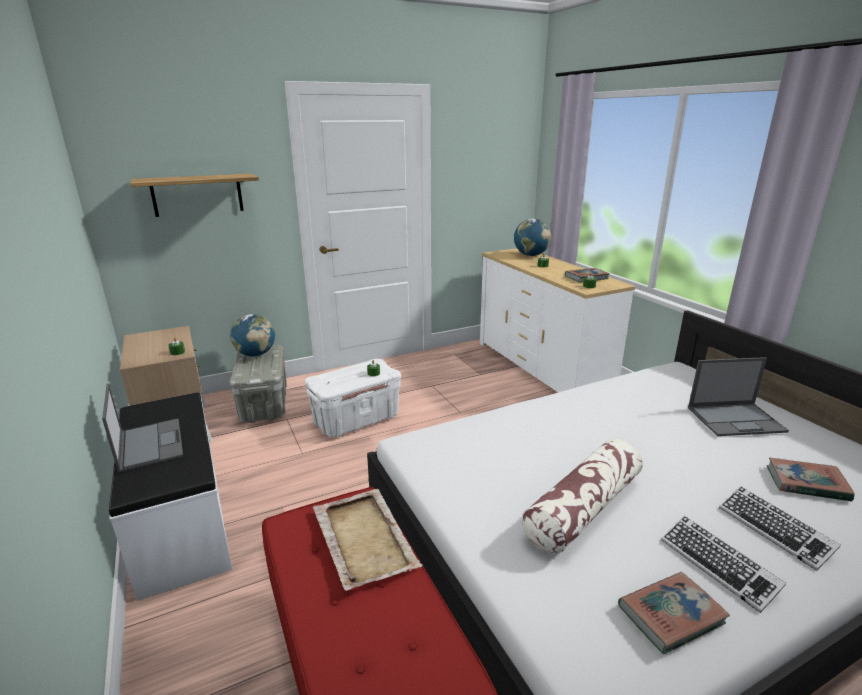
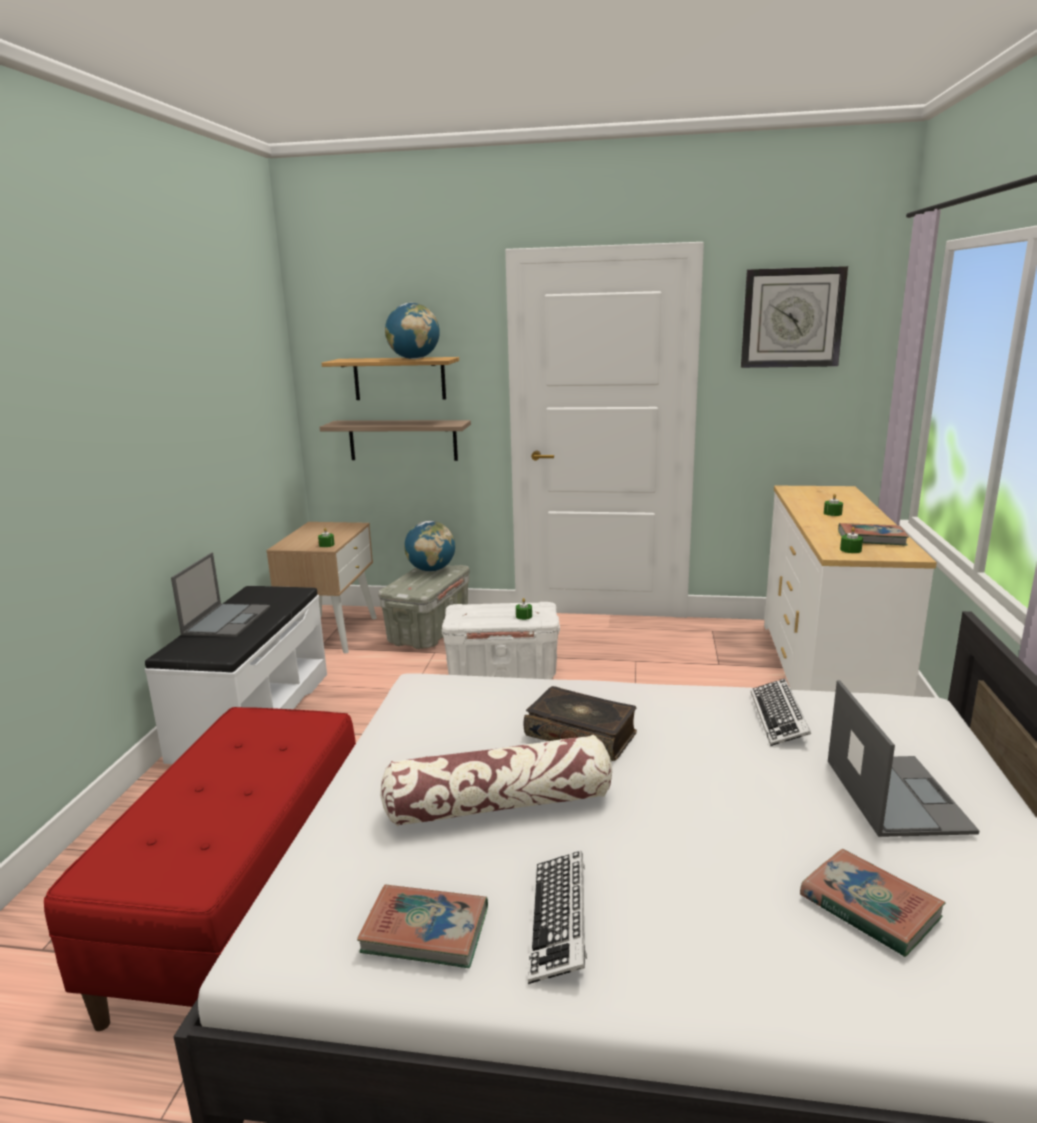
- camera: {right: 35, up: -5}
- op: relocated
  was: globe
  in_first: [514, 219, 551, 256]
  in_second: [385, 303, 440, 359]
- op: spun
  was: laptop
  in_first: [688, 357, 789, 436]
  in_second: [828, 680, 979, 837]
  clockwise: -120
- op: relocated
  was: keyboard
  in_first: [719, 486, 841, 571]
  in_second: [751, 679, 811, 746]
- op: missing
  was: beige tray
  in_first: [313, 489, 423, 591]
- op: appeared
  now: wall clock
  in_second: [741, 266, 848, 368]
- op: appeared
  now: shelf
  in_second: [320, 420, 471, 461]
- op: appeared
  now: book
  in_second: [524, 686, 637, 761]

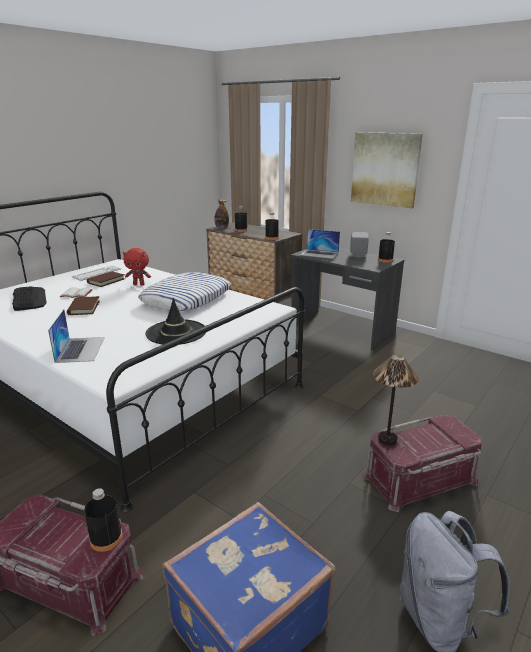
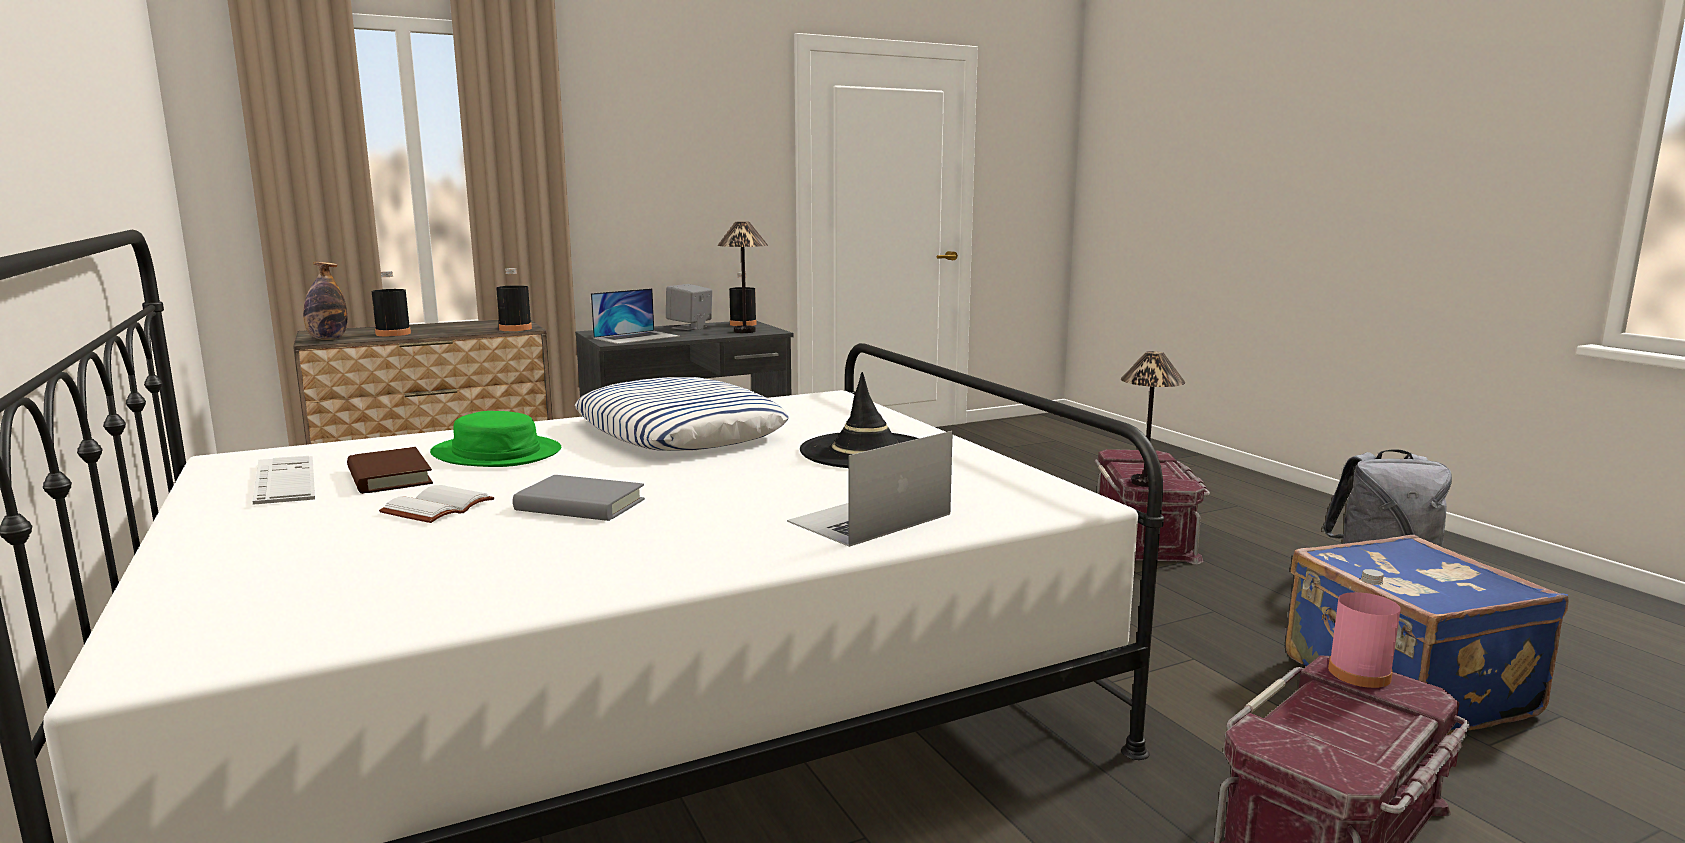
- camera: {right: -65, up: -10}
- op: missing
  was: picture
  in_first: [351, 132, 423, 208]
- op: exchanged
  was: red plush toy
  now: green hat
  in_first: [123, 248, 151, 285]
  in_second: [430, 411, 561, 467]
- op: missing
  was: keyboard
  in_first: [12, 286, 47, 311]
- op: colour
  was: brown book
  now: grey book
  in_first: [67, 296, 100, 315]
  in_second: [513, 475, 645, 521]
- op: spun
  was: laptop
  in_first: [48, 309, 105, 363]
  in_second: [787, 431, 953, 547]
  clockwise: -60
- op: colour
  was: black bottle
  now: pink bottle
  in_first: [84, 488, 122, 552]
  in_second: [1328, 569, 1400, 688]
- op: appeared
  now: table lamp
  in_second: [717, 222, 768, 333]

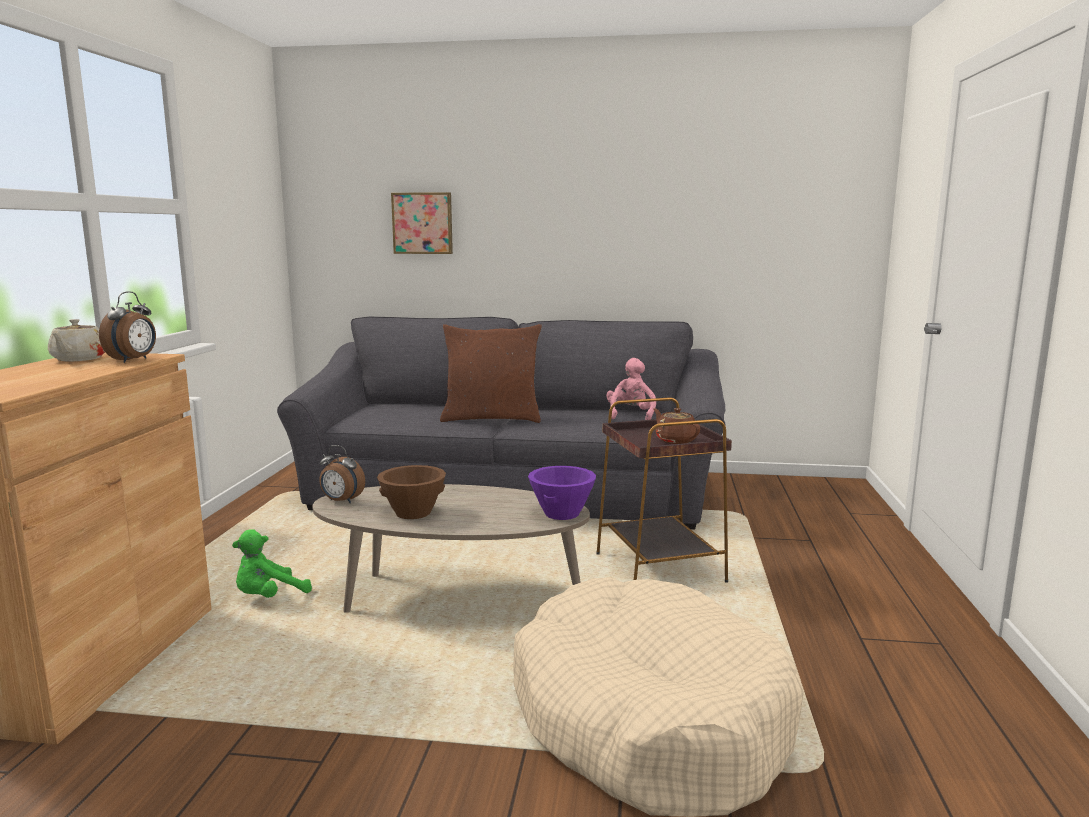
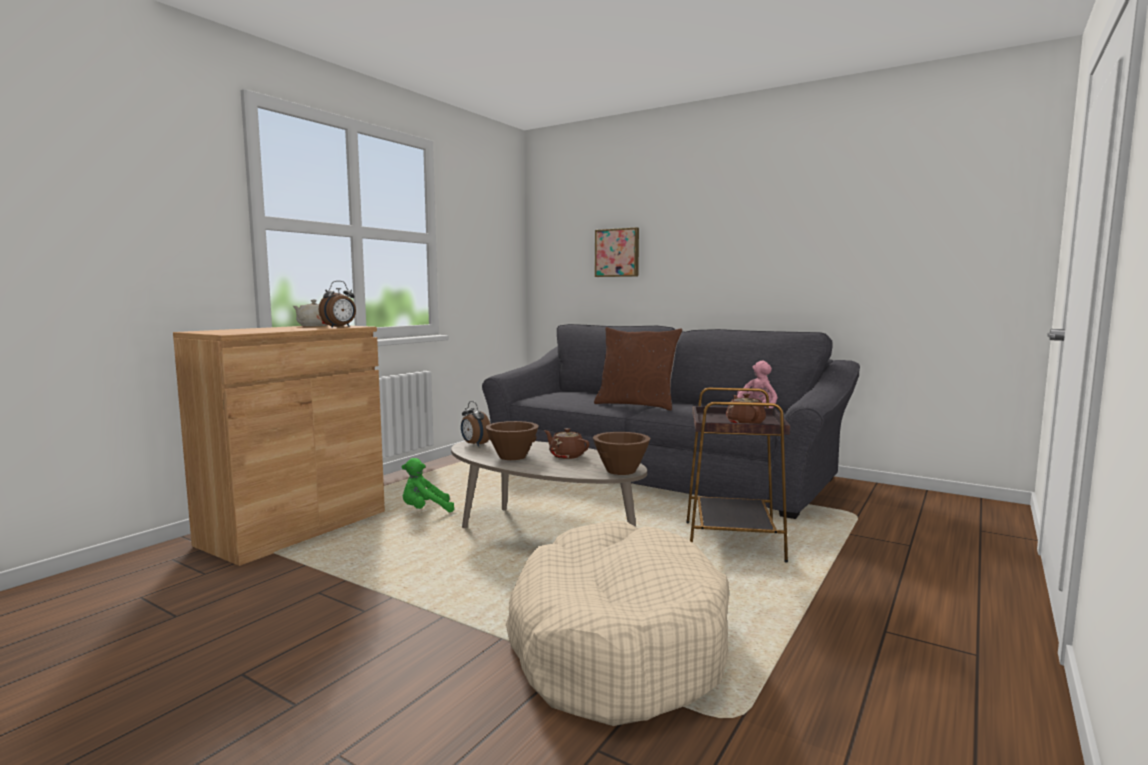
- camera: {right: 25, up: -5}
- op: colour
  was: purple bowl
  now: brown bowl
  in_first: [528, 466, 596, 520]
  in_second: [593, 432, 650, 475]
- op: appeared
  now: brown teapot
  in_second: [544, 428, 589, 459]

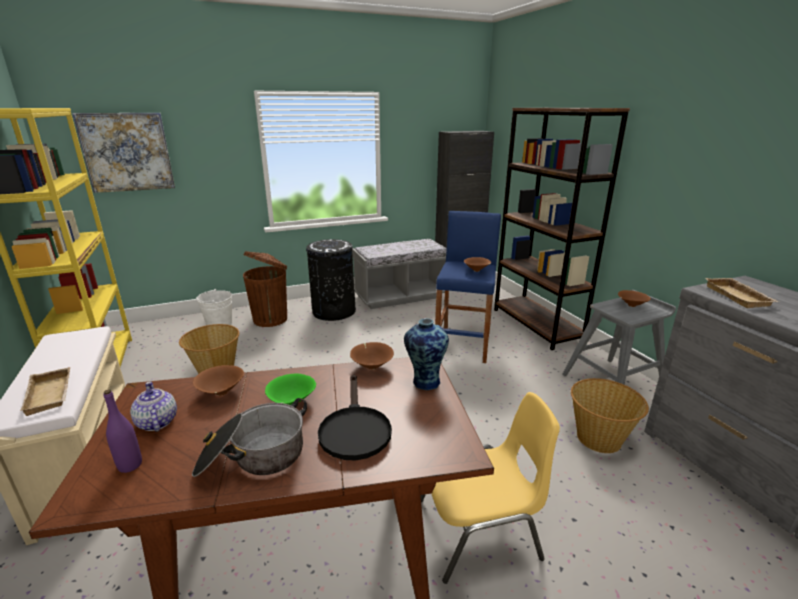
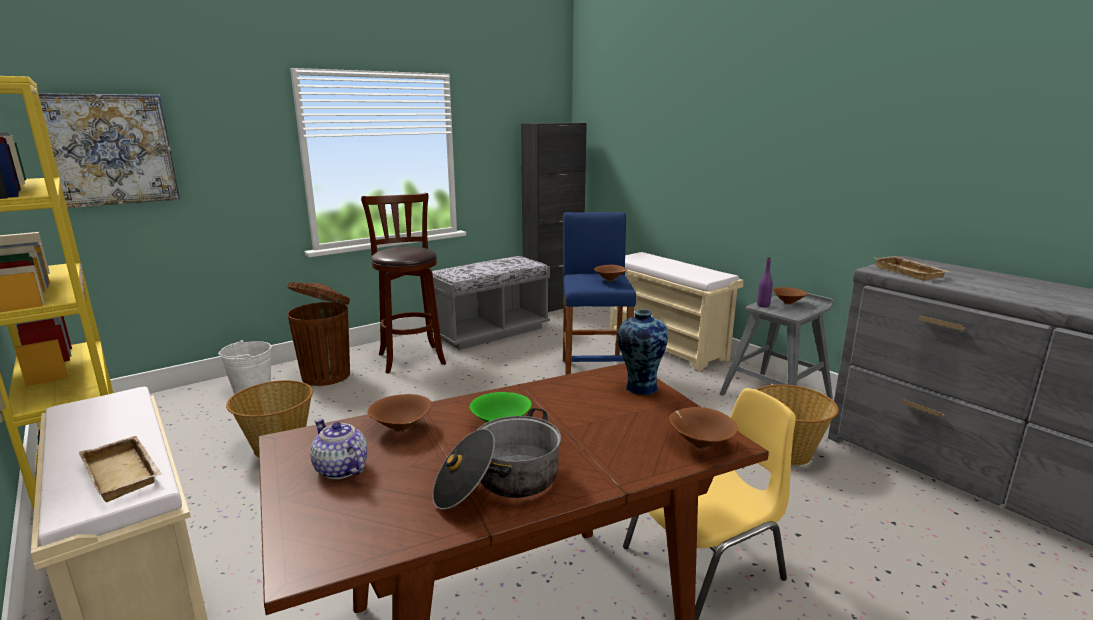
- camera: {right: -15, up: -5}
- op: exchanged
  was: brown bookcase
  now: beige bench
  in_first: [494, 108, 630, 350]
  in_second: [610, 252, 744, 372]
- op: exchanged
  was: black trash can
  now: brown stool
  in_first: [306, 239, 356, 321]
  in_second: [361, 193, 446, 373]
- op: relocated
  was: brown bowl
  in_first: [350, 342, 394, 370]
  in_second: [669, 407, 738, 449]
- op: missing
  was: black frying pan
  in_first: [318, 374, 392, 460]
- op: relocated
  was: purple bottle
  in_first: [103, 389, 142, 473]
  in_second: [757, 258, 773, 307]

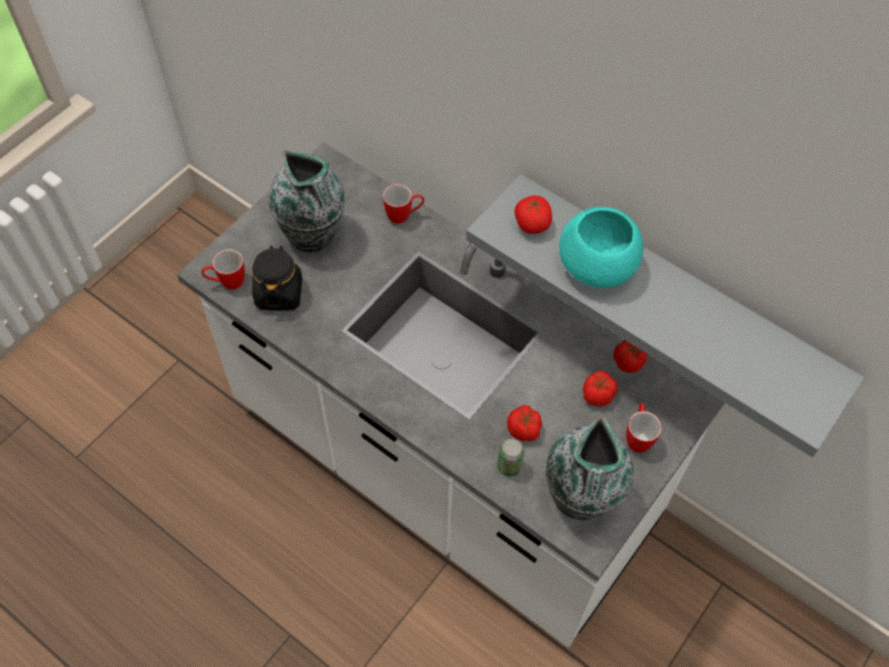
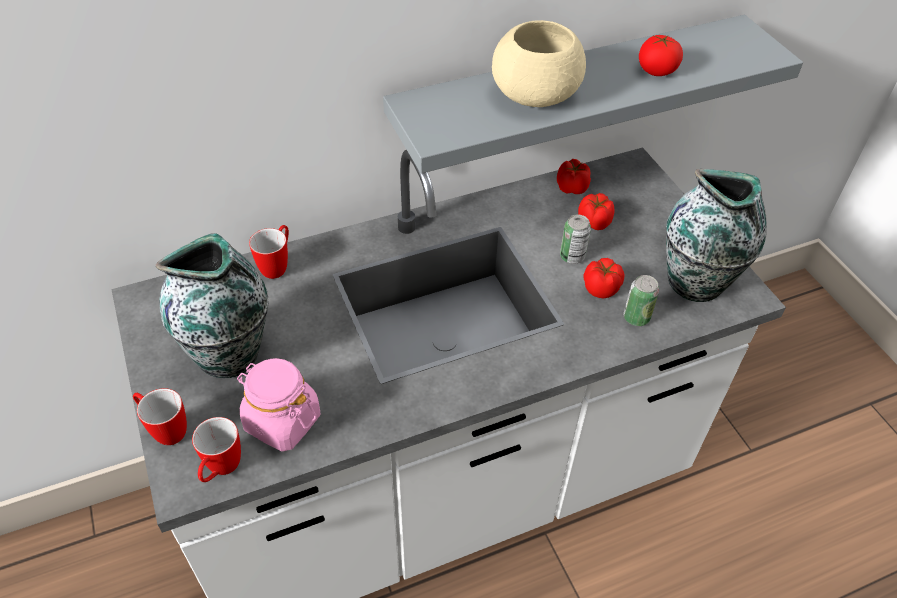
- camera: {right: -60, up: -10}
- op: relocated
  was: tomato
  in_first: [515, 196, 552, 234]
  in_second: [639, 35, 683, 76]
- op: colour
  was: turquoise bowl
  now: beige bowl
  in_first: [559, 207, 643, 288]
  in_second: [492, 20, 586, 107]
- op: colour
  was: black jar
  now: pink jar
  in_first: [252, 246, 302, 311]
  in_second: [237, 358, 320, 452]
- op: relocated
  was: mug
  in_first: [626, 403, 662, 453]
  in_second: [133, 388, 187, 445]
- op: appeared
  now: can
  in_second: [560, 214, 591, 264]

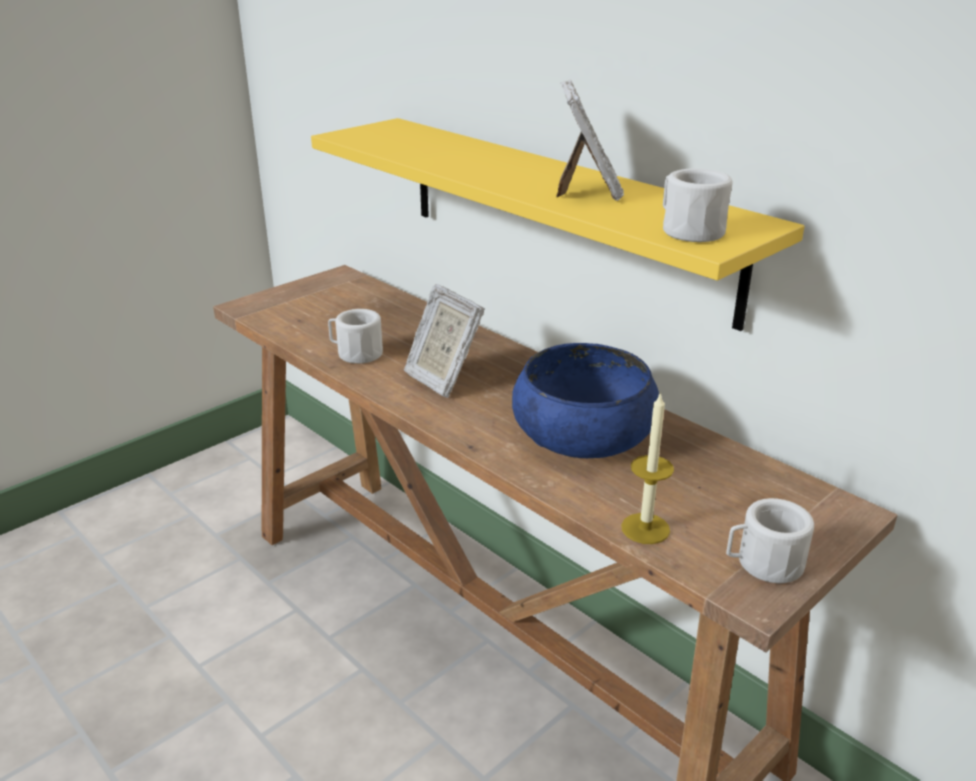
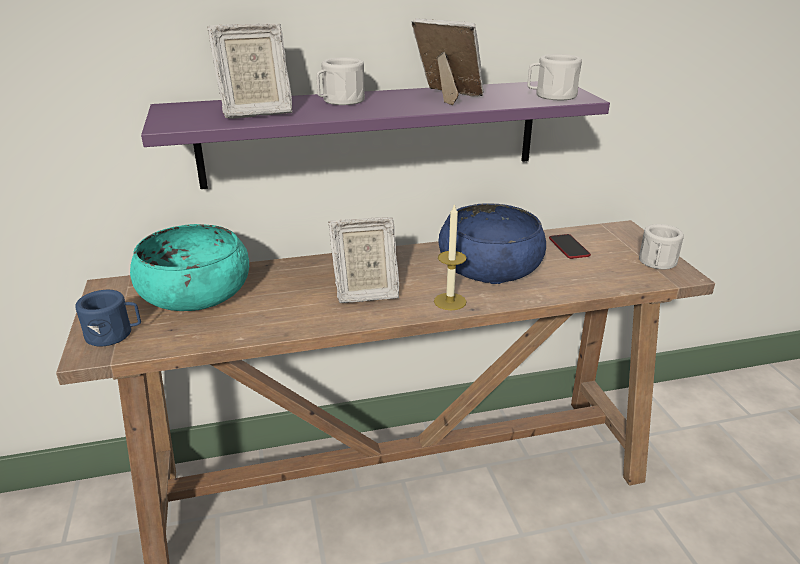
- camera: {right: -60, up: 0}
- op: colour
  was: yellow shelf
  now: purple shelf
  in_first: [311, 118, 805, 331]
  in_second: [141, 81, 610, 189]
- op: relocated
  was: white mug
  in_first: [328, 309, 383, 364]
  in_second: [316, 57, 365, 105]
- op: relocated
  was: candle
  in_first: [621, 392, 674, 544]
  in_second: [434, 203, 466, 310]
- op: appeared
  now: picture frame
  in_second: [207, 23, 293, 119]
- op: appeared
  now: turquoise bowl
  in_second: [130, 224, 249, 311]
- op: appeared
  now: phone
  in_second: [549, 234, 591, 259]
- op: appeared
  now: blue mug
  in_second: [75, 290, 141, 347]

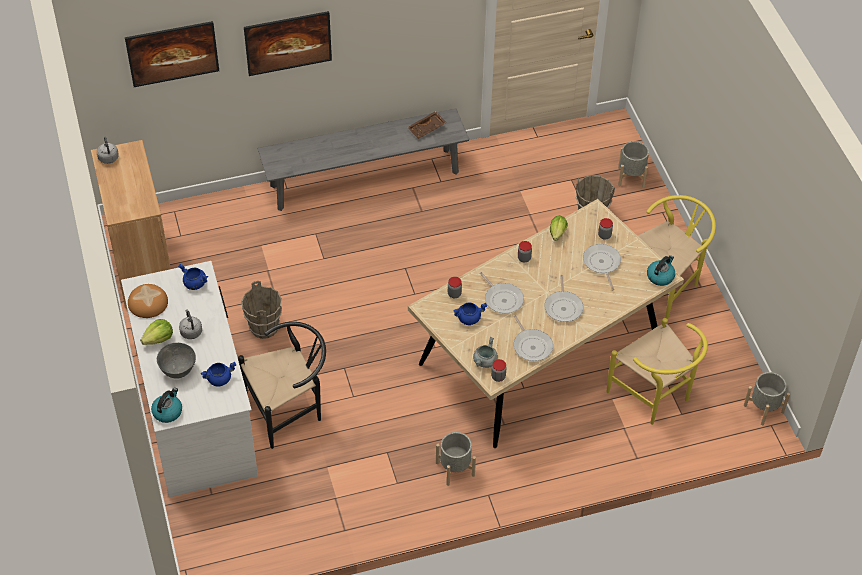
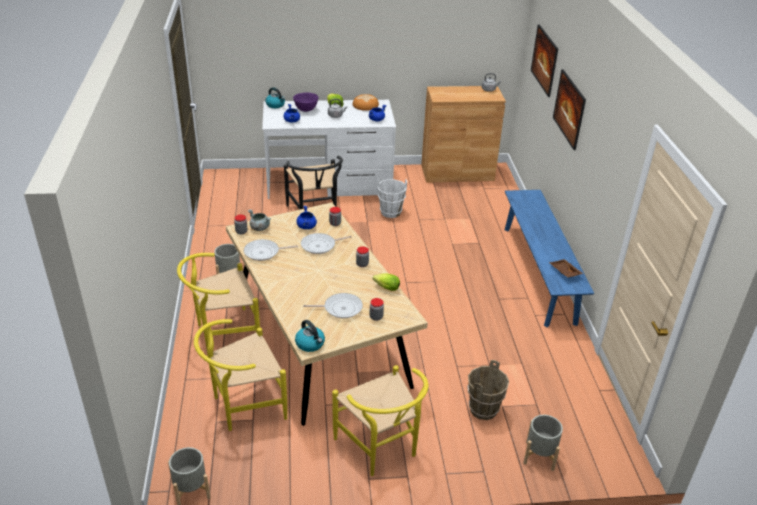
- camera: {right: 100, up: -15}
- op: colour
  was: grey bench
  now: blue bench
  in_first: [258, 109, 469, 211]
  in_second: [505, 190, 594, 327]
- op: missing
  was: frying pan
  in_first: [544, 275, 583, 322]
- op: colour
  was: brown bucket
  now: white bucket
  in_first: [241, 281, 282, 339]
  in_second: [377, 179, 407, 218]
- op: colour
  was: grey bowl
  now: purple bowl
  in_first: [157, 343, 196, 379]
  in_second: [293, 92, 318, 112]
- op: appeared
  now: yellow chair
  in_second: [177, 253, 260, 348]

